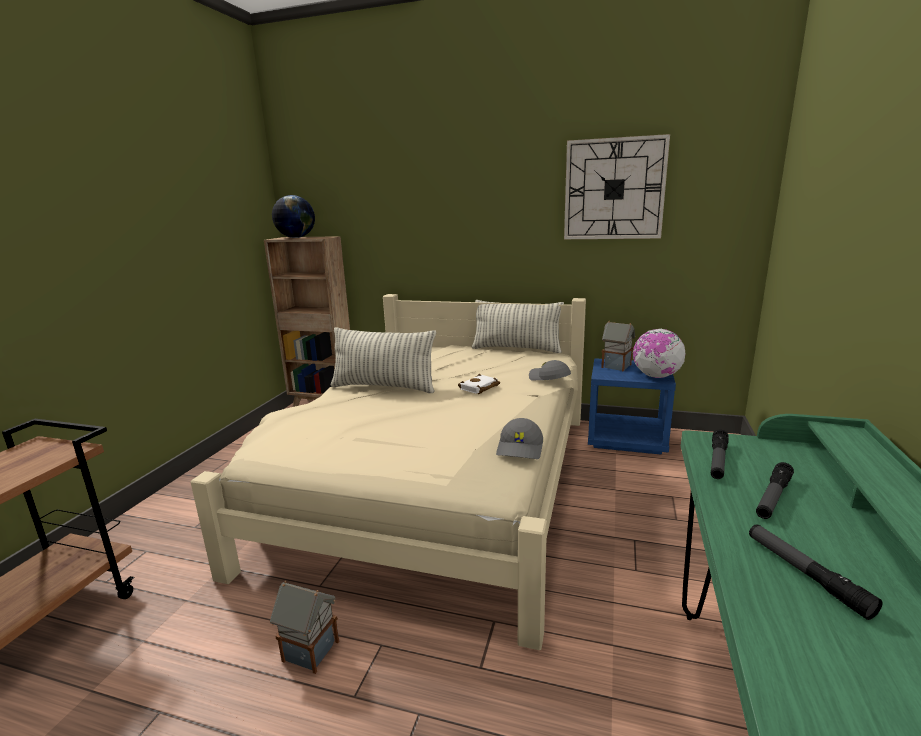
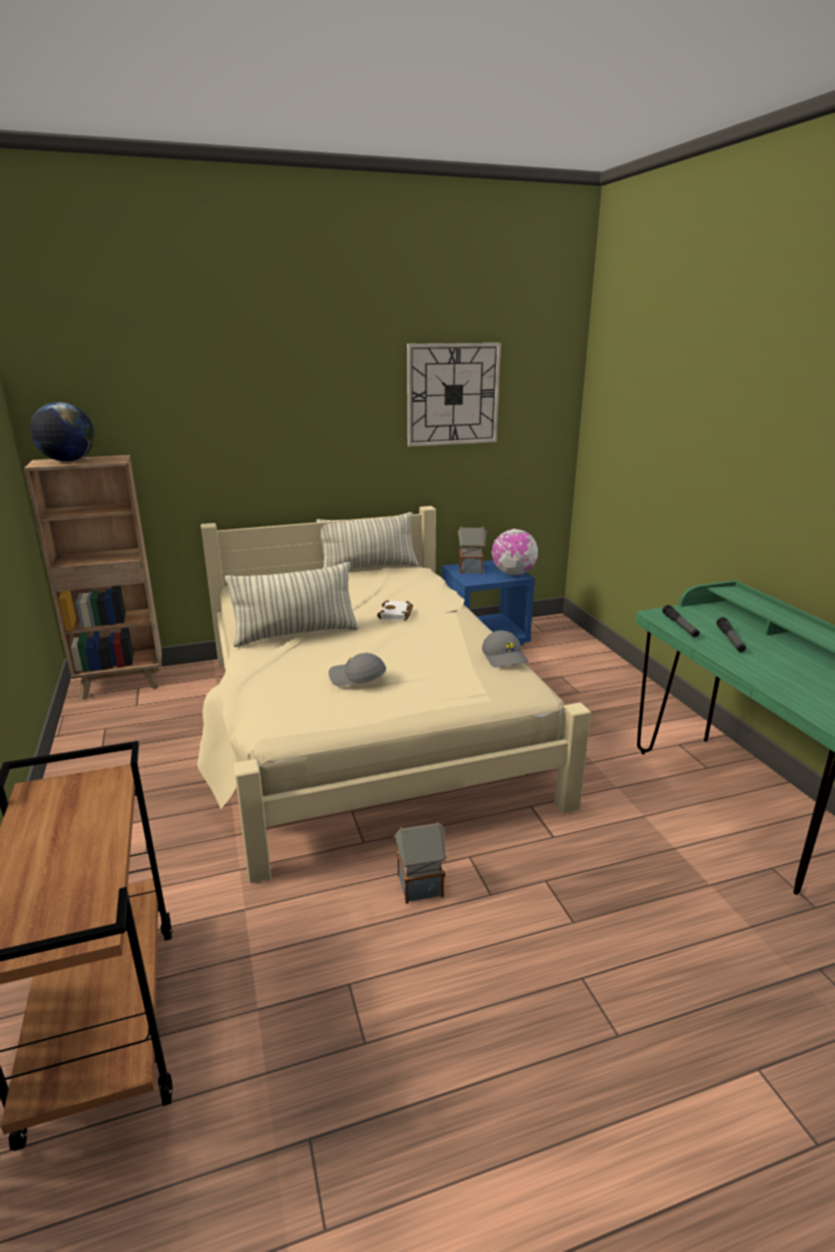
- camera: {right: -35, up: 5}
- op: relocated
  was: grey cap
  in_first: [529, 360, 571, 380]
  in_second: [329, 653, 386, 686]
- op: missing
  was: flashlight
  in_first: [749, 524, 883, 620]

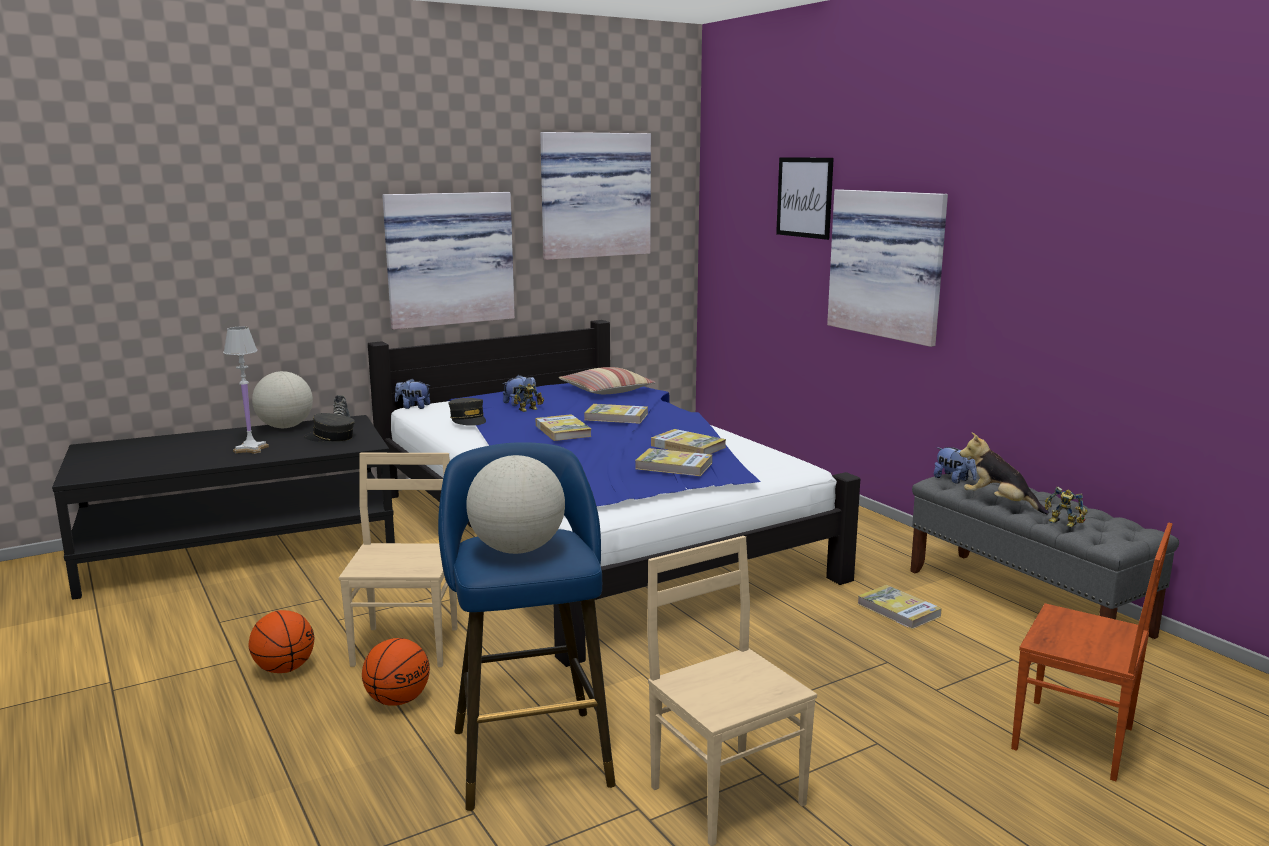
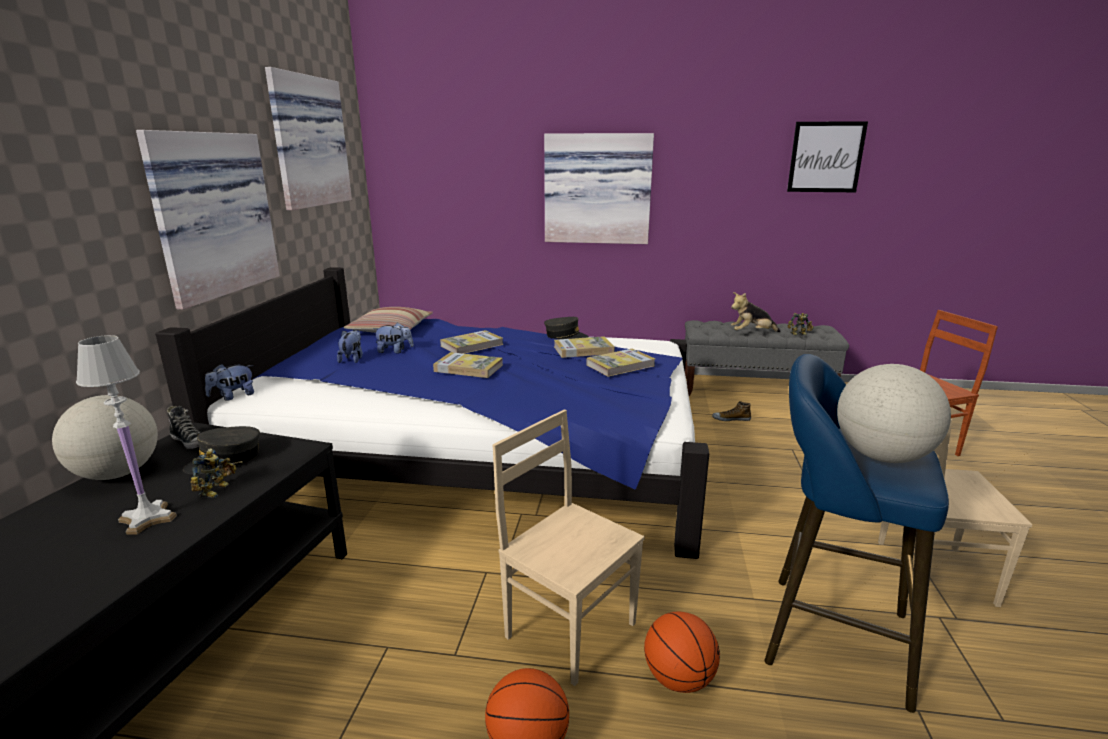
- camera: {right: -50, up: 5}
- op: relocated
  was: picture
  in_first: [776, 157, 834, 240]
  in_second: [787, 121, 868, 192]
- op: relocated
  was: toy robot
  in_first: [514, 384, 544, 412]
  in_second: [190, 448, 236, 498]
- op: relocated
  was: grey cap
  in_first: [449, 398, 486, 426]
  in_second: [544, 317, 589, 339]
- op: relocated
  was: plush toy
  in_first: [934, 447, 977, 484]
  in_second: [373, 322, 414, 353]
- op: exchanged
  was: book
  now: shoe
  in_first: [858, 585, 942, 629]
  in_second: [712, 401, 751, 421]

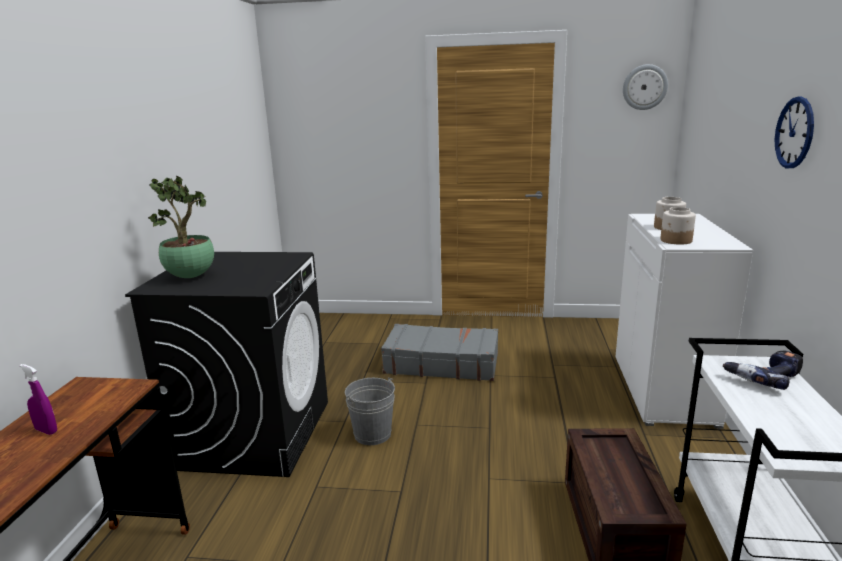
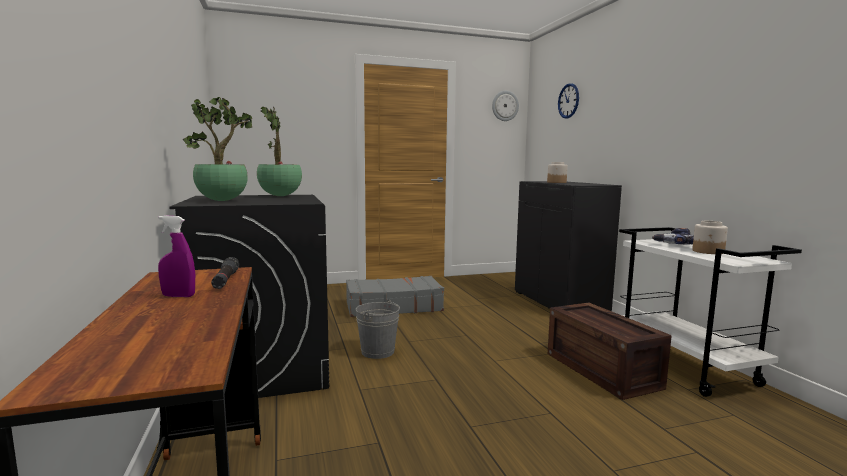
- camera: {right: -25, up: -10}
- op: relocated
  was: wall clock
  in_first: [775, 97, 814, 168]
  in_second: [558, 83, 579, 119]
- op: relocated
  was: jar
  in_first: [660, 207, 696, 245]
  in_second: [692, 221, 728, 254]
- op: colour
  was: white cabinet
  now: black cabinet
  in_first: [615, 214, 753, 429]
  in_second: [515, 181, 622, 311]
- op: appeared
  now: potted plant
  in_second: [257, 107, 302, 196]
- op: appeared
  now: black flashlight
  in_second: [211, 257, 239, 289]

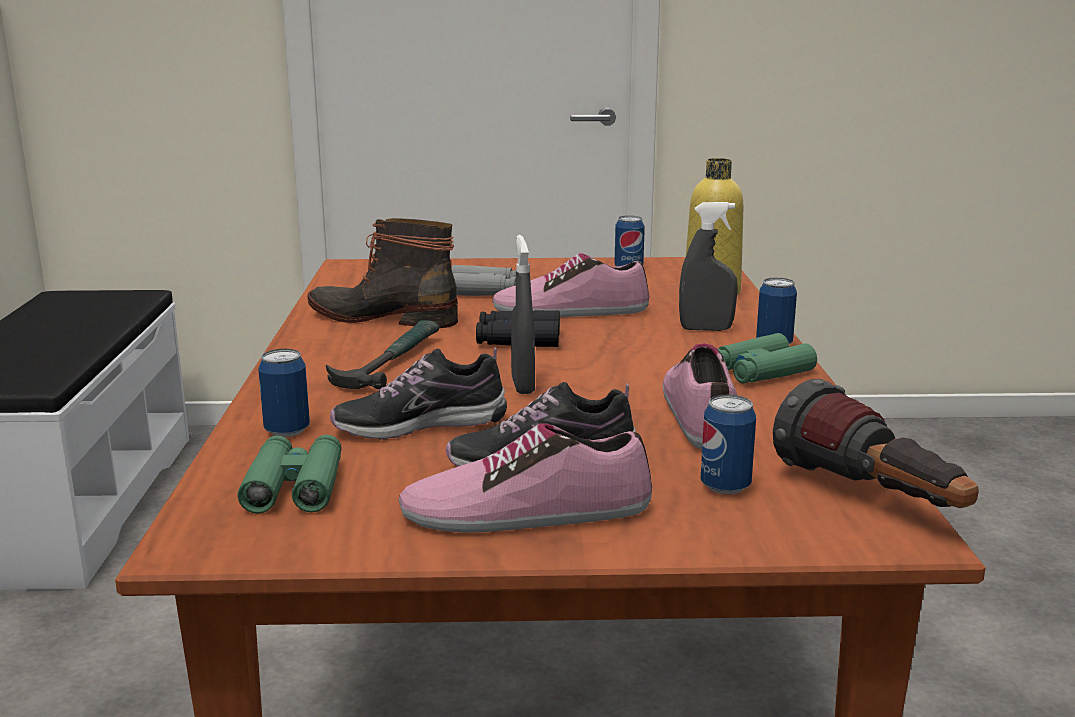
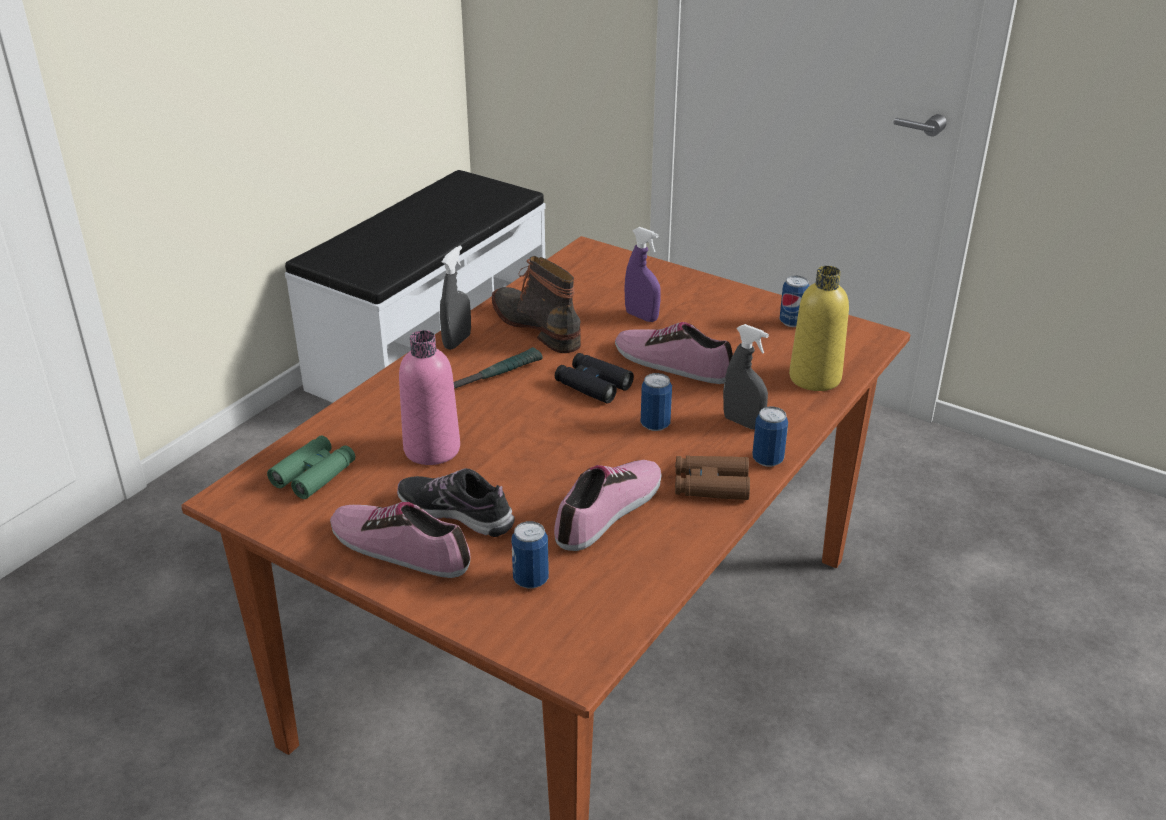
- camera: {right: 35, up: 15}
- op: relocated
  was: grey spray bottle
  in_first: [511, 235, 535, 394]
  in_second: [440, 246, 471, 350]
- op: exchanged
  was: grey binoculars
  now: purple spray bottle
  in_first: [451, 265, 516, 296]
  in_second: [624, 227, 661, 322]
- op: colour
  was: green binoculars
  now: brown binoculars
  in_first: [717, 333, 817, 383]
  in_second: [675, 456, 750, 500]
- op: exchanged
  was: shoe
  now: pink bottle
  in_first: [330, 347, 507, 440]
  in_second: [399, 330, 460, 465]
- op: relocated
  was: can
  in_first: [258, 349, 310, 437]
  in_second: [641, 373, 672, 431]
- op: missing
  was: flashlight
  in_first: [773, 379, 979, 508]

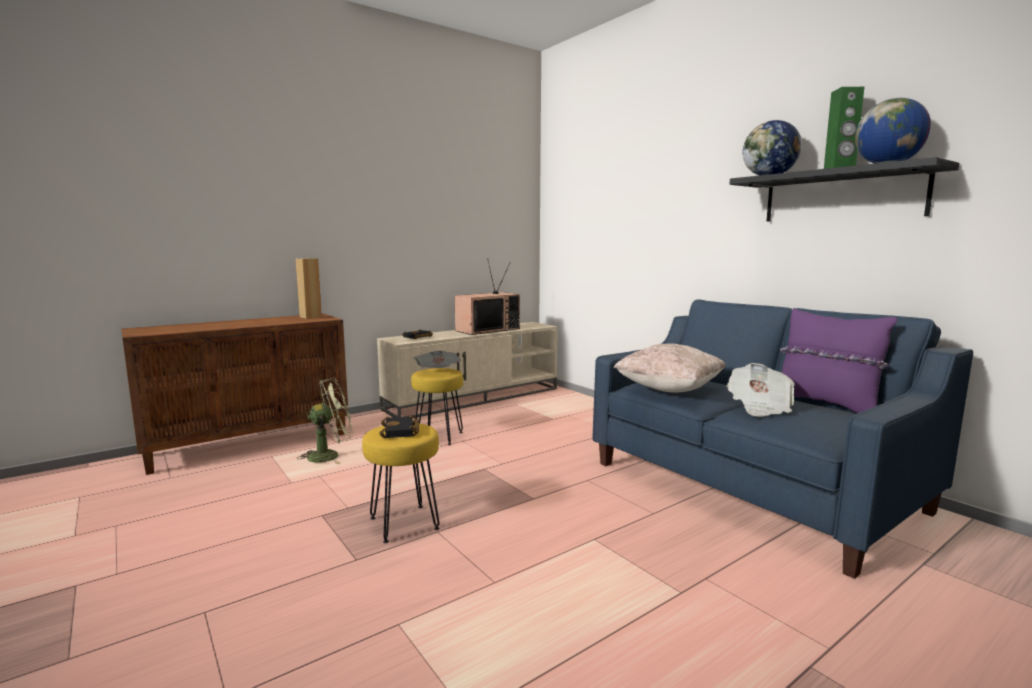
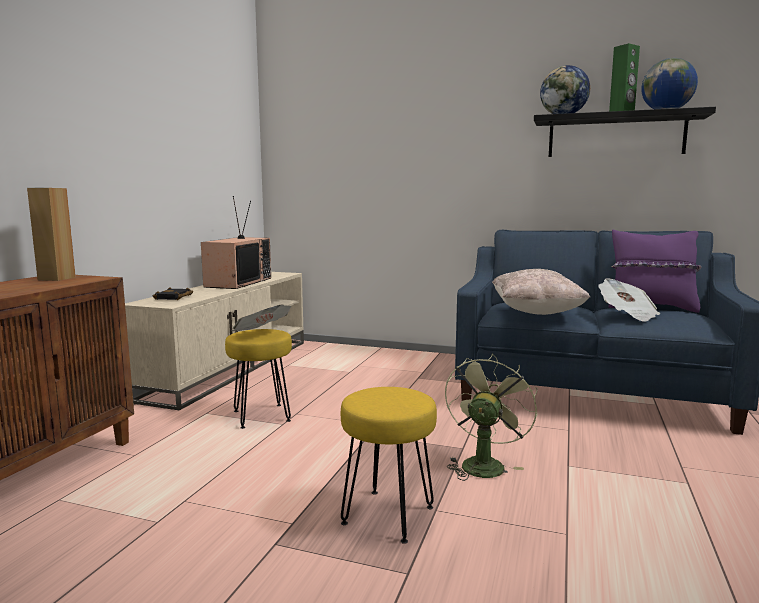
- camera: {right: -35, up: 0}
- op: relocated
  was: green fan
  in_first: [297, 378, 353, 464]
  in_second: [445, 353, 538, 481]
- op: missing
  was: black book
  in_first: [379, 415, 419, 438]

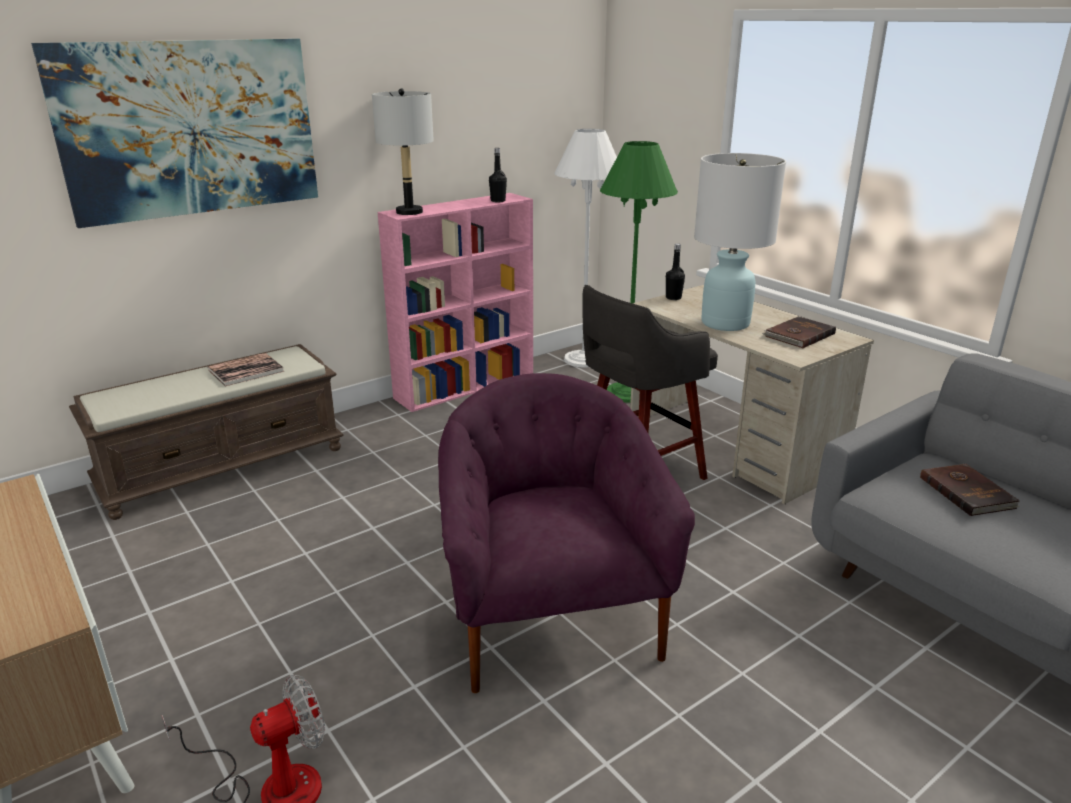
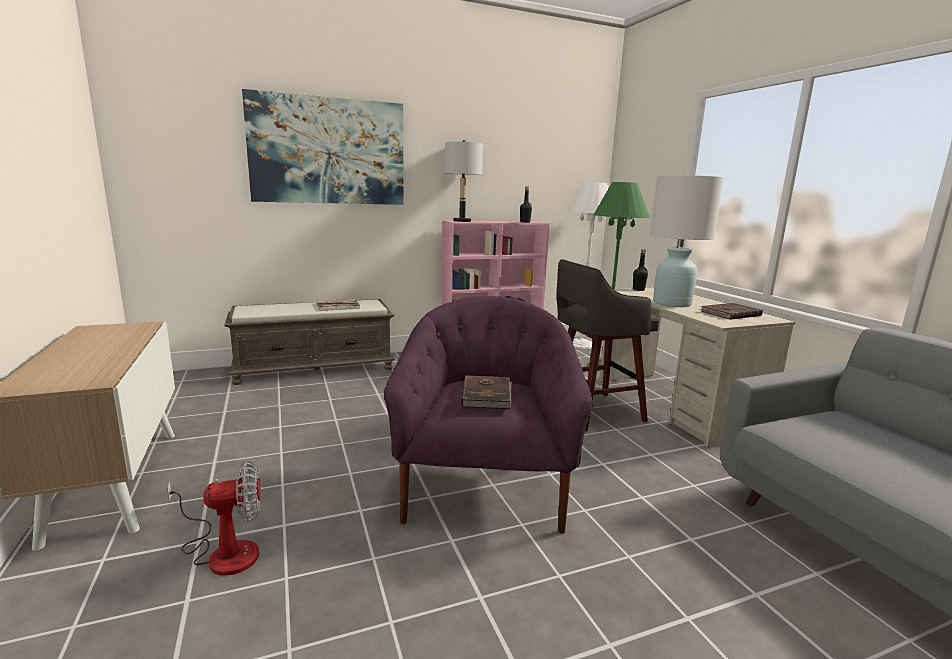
- camera: {right: 15, up: -10}
- op: relocated
  was: brown book
  in_first: [920, 463, 1020, 516]
  in_second: [461, 375, 512, 409]

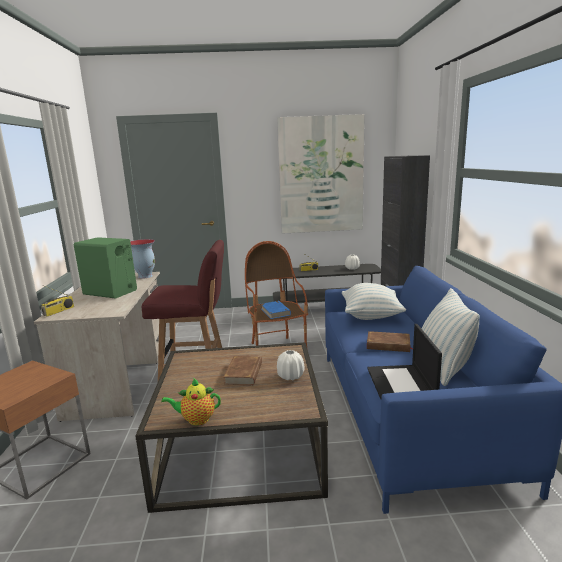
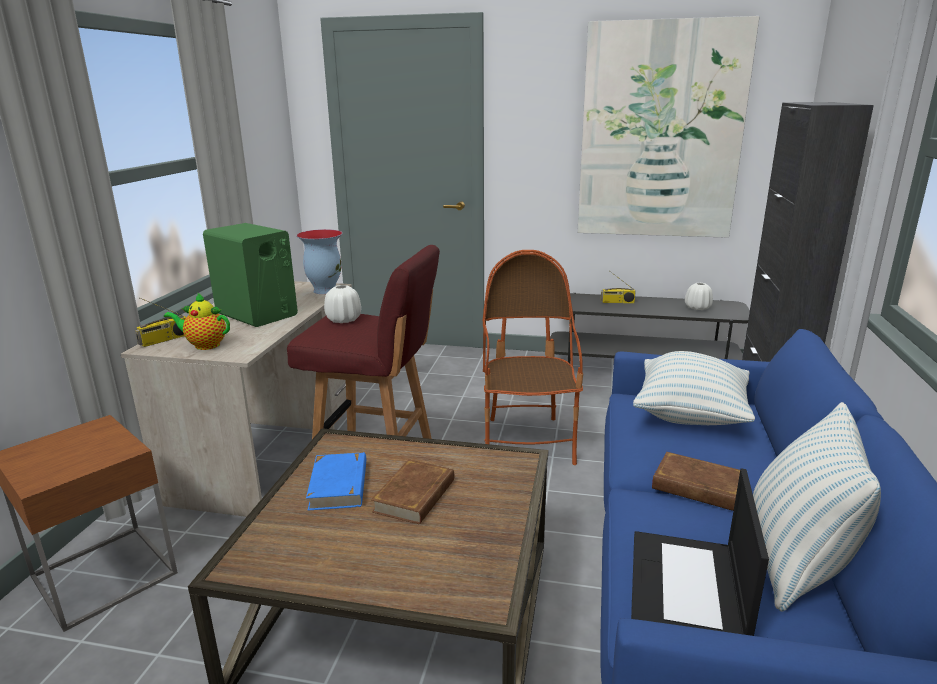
- camera: {right: 15, up: 5}
- op: relocated
  was: blue book
  in_first: [261, 301, 291, 319]
  in_second: [306, 452, 366, 510]
- op: relocated
  was: white vase
  in_first: [277, 350, 304, 380]
  in_second: [324, 285, 361, 323]
- op: relocated
  was: teapot
  in_first: [161, 378, 221, 426]
  in_second: [164, 292, 230, 350]

